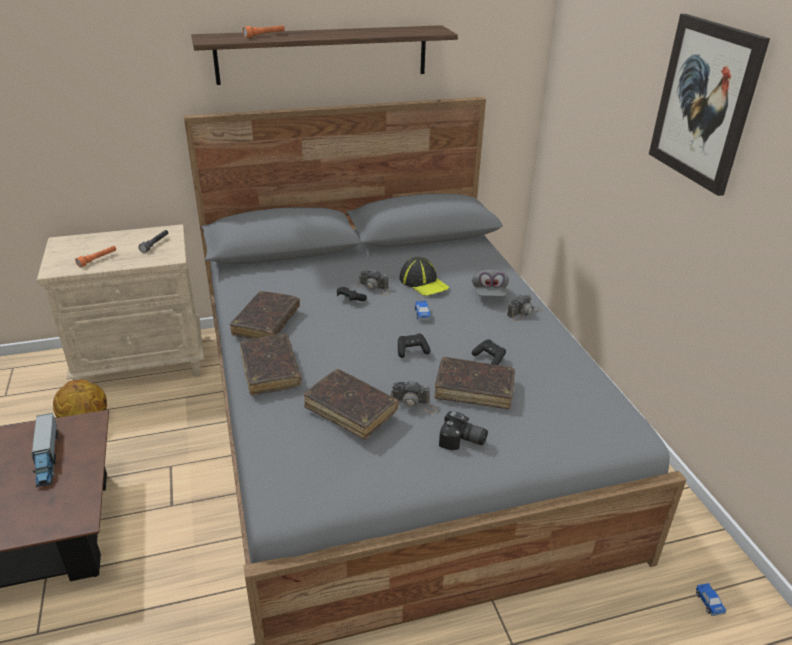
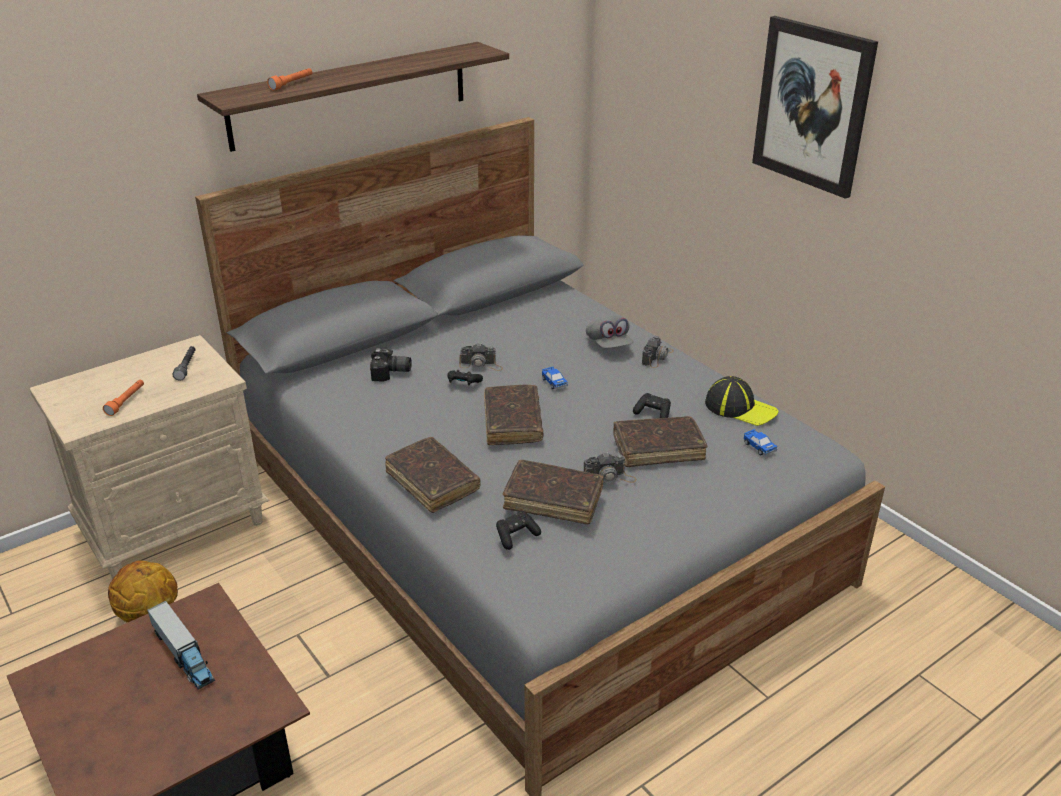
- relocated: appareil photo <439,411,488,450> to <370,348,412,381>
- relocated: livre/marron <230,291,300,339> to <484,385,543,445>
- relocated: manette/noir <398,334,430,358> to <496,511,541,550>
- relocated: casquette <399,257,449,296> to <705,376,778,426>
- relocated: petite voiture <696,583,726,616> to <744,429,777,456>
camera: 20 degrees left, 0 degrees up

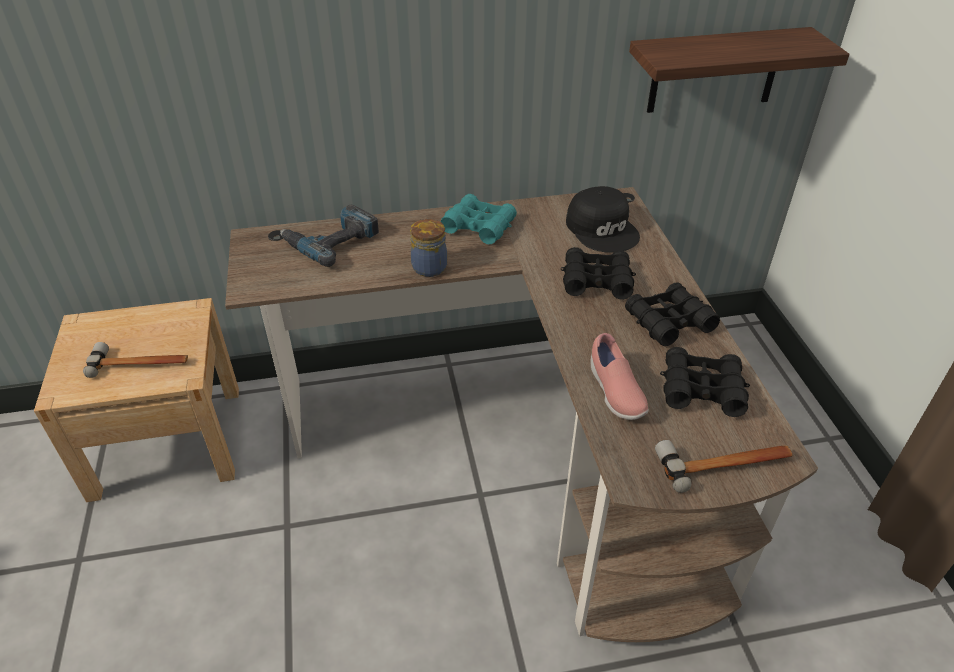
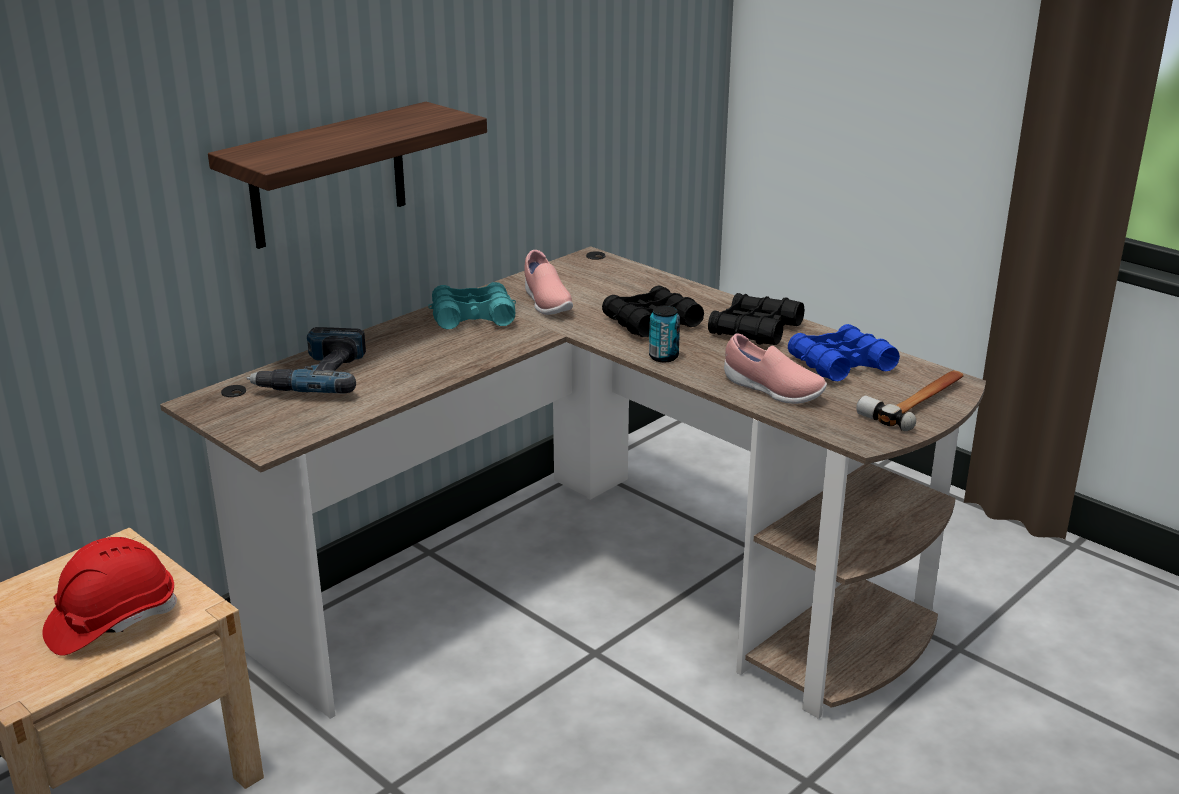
- exchanged: marteau <83,342,188,378> to casque de chantier/rouge <42,537,177,656>
- relocated: étagère <629,27,850,113> to <208,102,487,249>
- appeared: chaussure/rose <524,250,573,315>
- appeared: boîte métallique <649,306,680,362>
- colour: jumelles/noir <660,347,750,417> to jumelles/bleu <788,324,900,381>
- missing: bocal <410,219,447,277>
- missing: casquette/noir <566,186,640,253>
camera: 35 degrees left, 15 degrees down

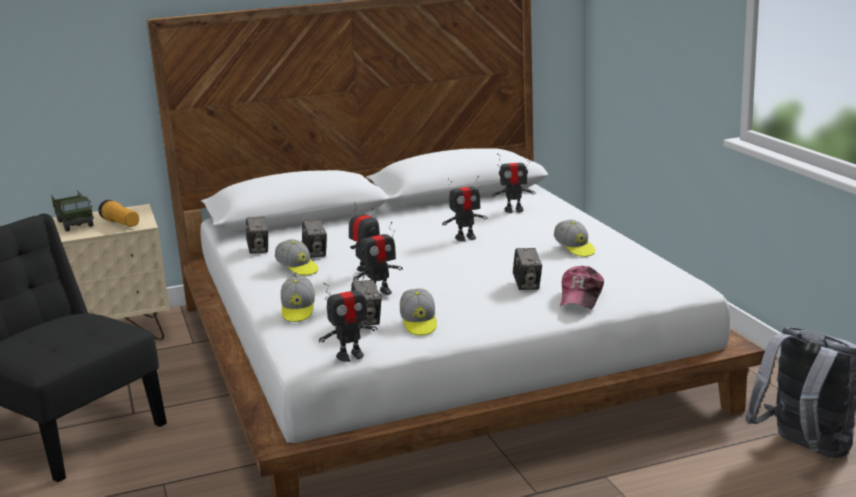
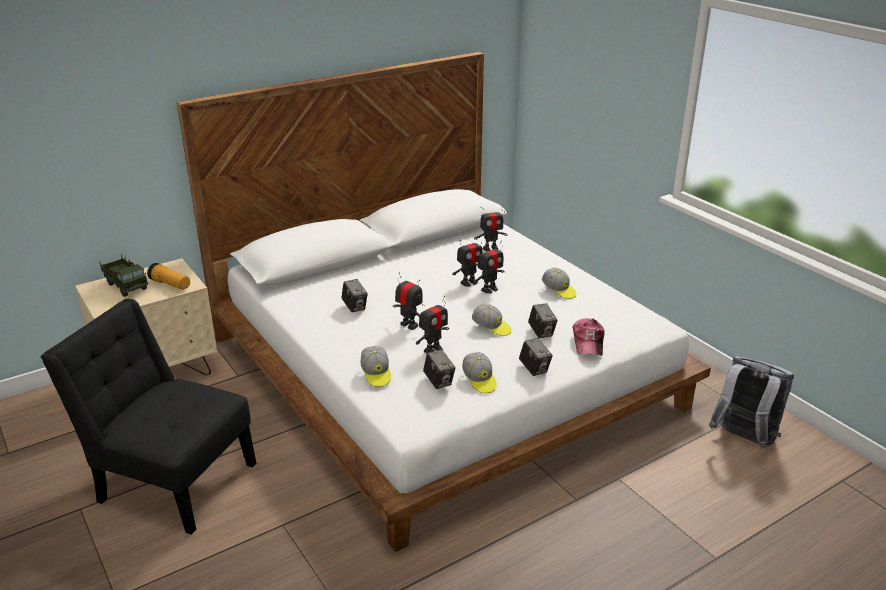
- relocated: casquette <275,239,318,276> to <472,304,512,336>
- relocated: robot jouet <319,277,378,362> to <474,241,505,294>
- relocated: appareil photo <246,217,268,254> to <519,338,553,376>
camera: 15 degrees left, 10 degrees up

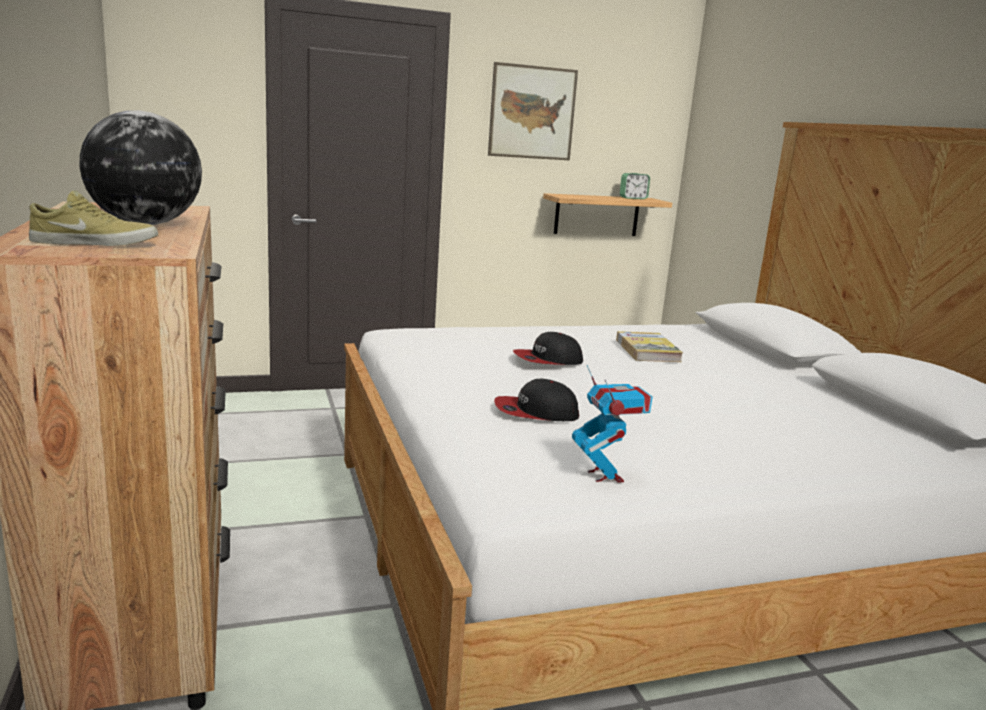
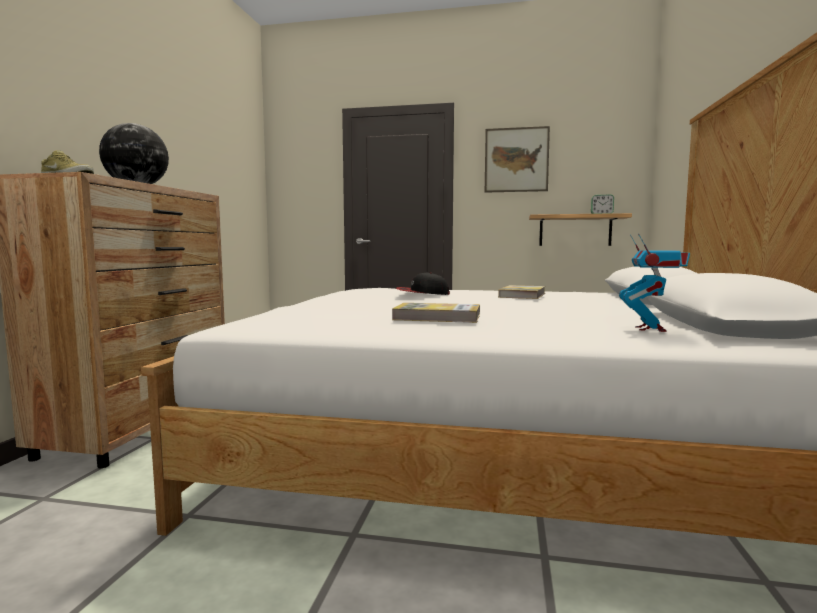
- appeared: livre <392,303,480,323>
- relocated: robot jouet <572,365,653,482> to <619,234,690,332>
- missing: casquette <494,379,579,421>
camera: 30 degrees right, 10 degrees down

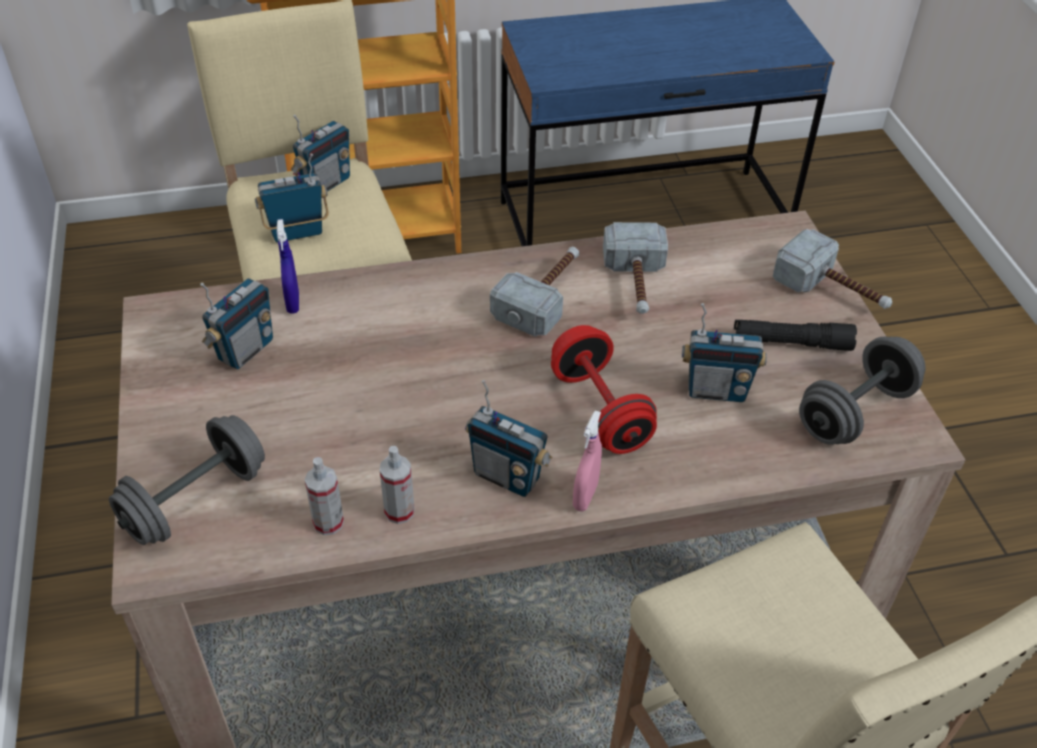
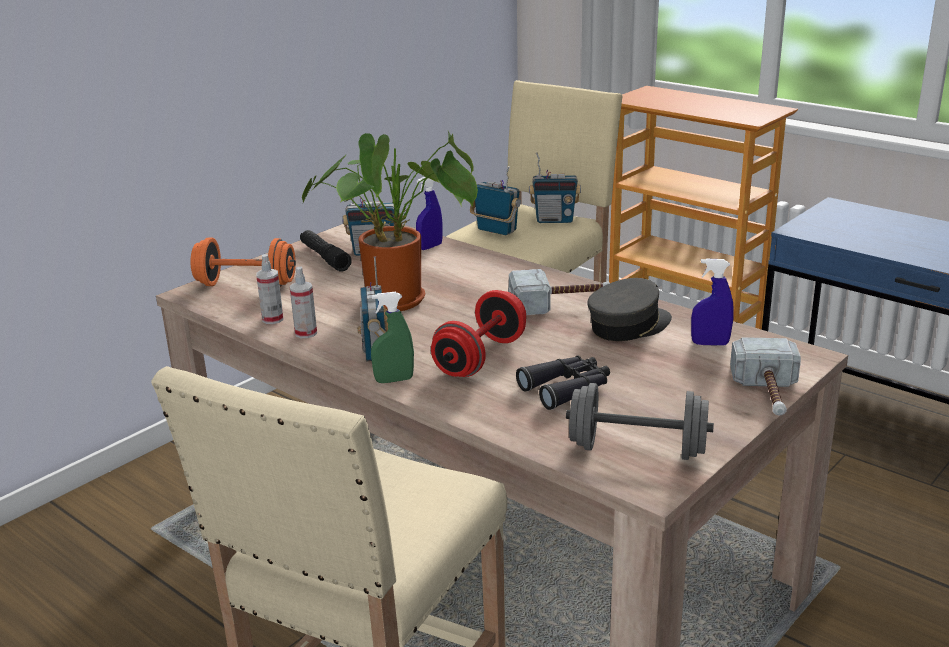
- colour: haltère/gris <109,415,265,545> to haltère/orange <190,238,296,287>
- relocated: lampe de poche/noir <734,320,857,351> to <300,230,352,272>
- appeared: plante en pot <302,131,478,311>
- colour: vaporisateur/rose <573,411,602,511> to vaporisateur/vert <371,292,414,383>
- exchanged: radio <682,303,767,402> to jumelles/noir <516,356,610,410>
- exchanged: marteau <603,222,668,314> to casquette/gris <587,278,672,341>
- appeared: vaporisateur/bleu <691,258,734,345>
camera: 55 degrees right, 20 degrees down

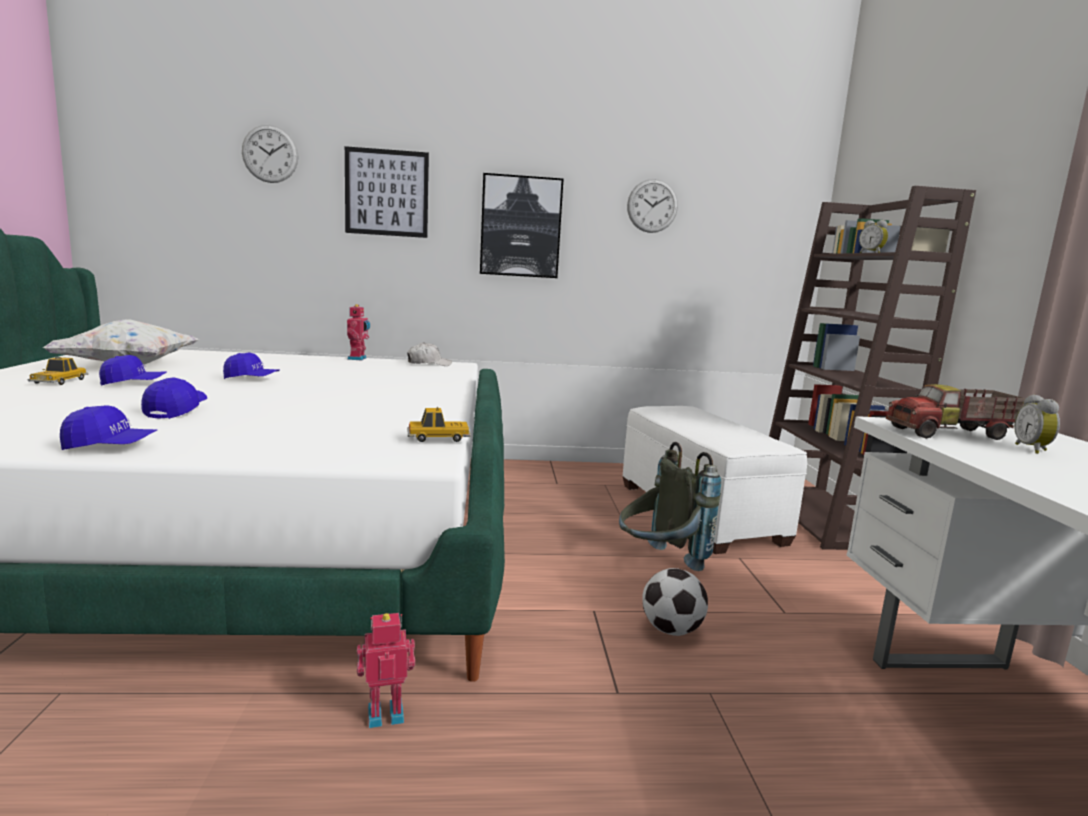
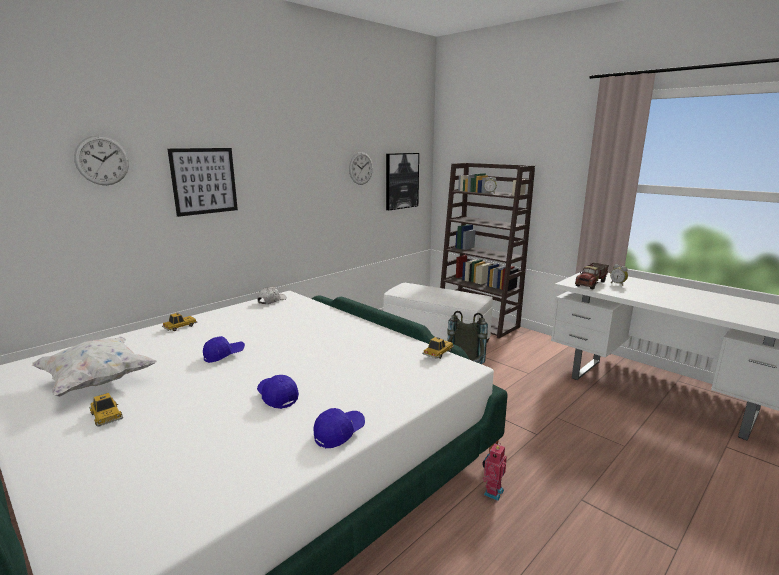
- appeared: petite voiture <162,313,197,331>
- relocated: tableau <480,173,563,278> to <386,153,419,210>
- missing: casquette/bleu <99,355,167,386>
- missing: robot jouet <347,304,370,360>
- missing: ballon de foot <642,568,708,636>
camera: 40 degrees left, 5 degrees up

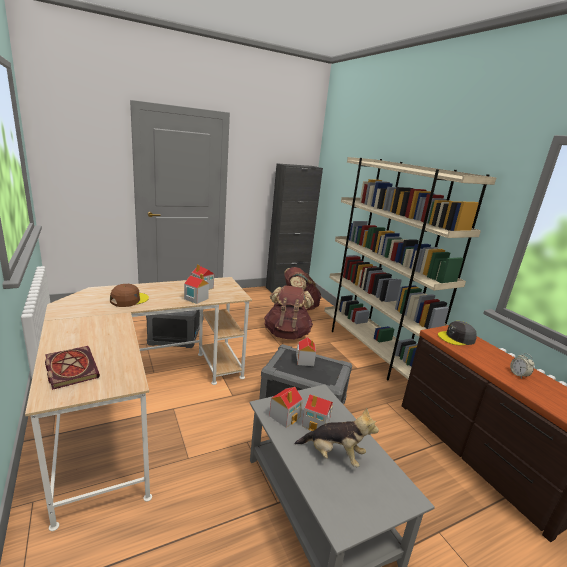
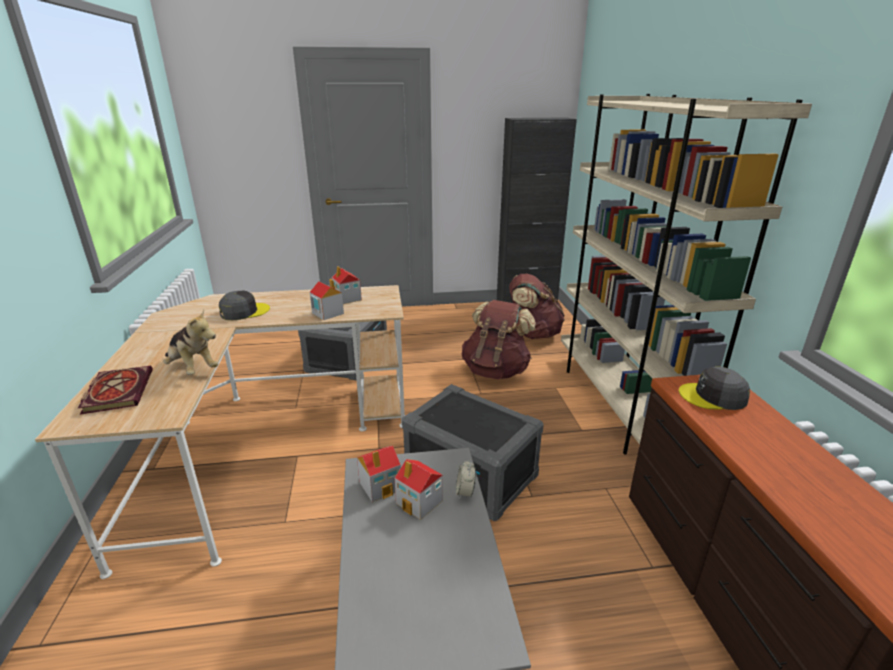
- relocated: peluche <294,407,379,467> to <163,309,218,375>
- colour: casquette/marron <110,284,149,307> to casquette/gris <219,291,270,320>
- relocated: réveil <510,353,534,379> to <456,460,476,499>
- missing: maison miniature <296,337,316,366>
camera: 20 degrees right, 5 degrees up

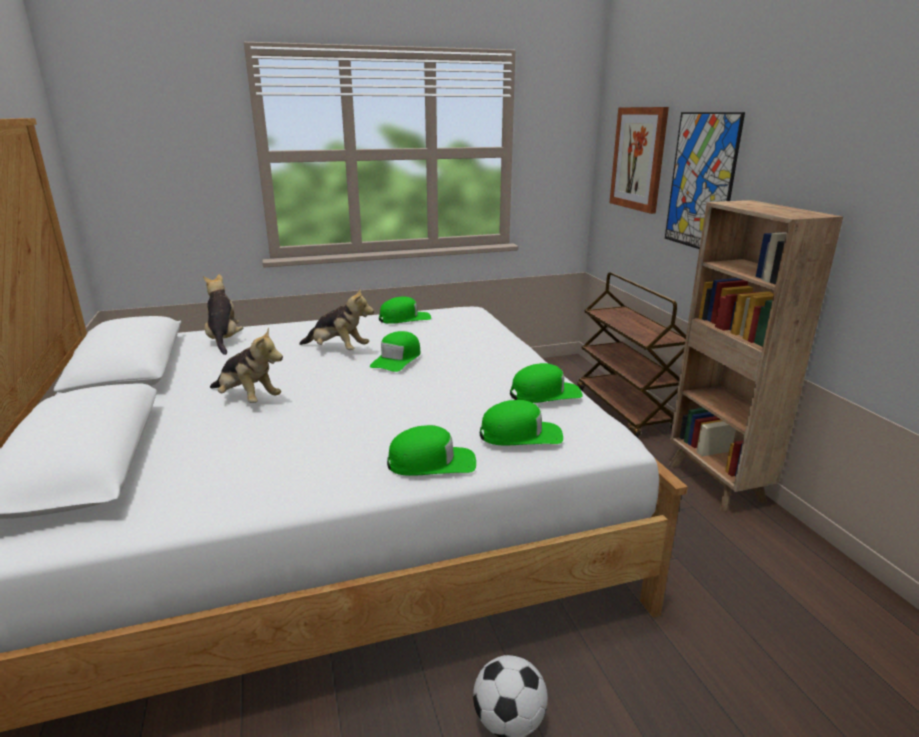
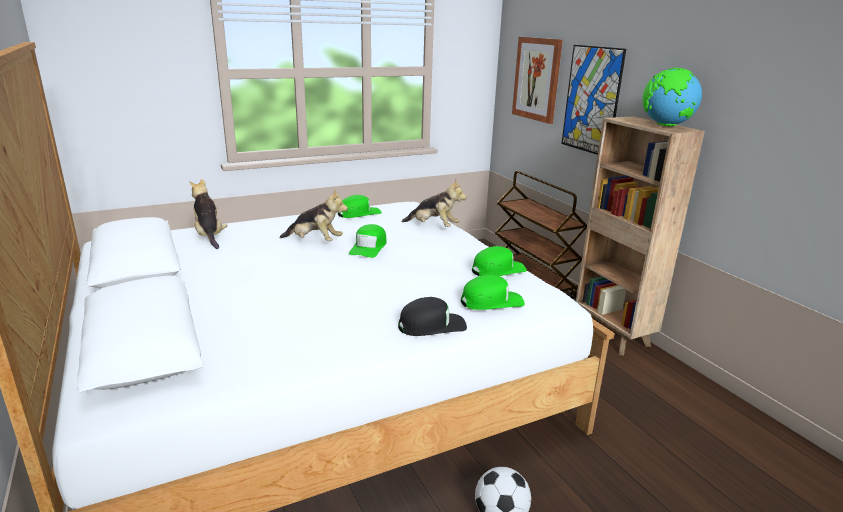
- colour: casquette/vert <387,425,476,476> to casquette/noir <398,297,467,336>
- relocated: peluche <210,327,283,403> to <402,180,466,227>
- appeared: globe <643,68,702,126>
camera: 10 degrees left, 0 degrees up

